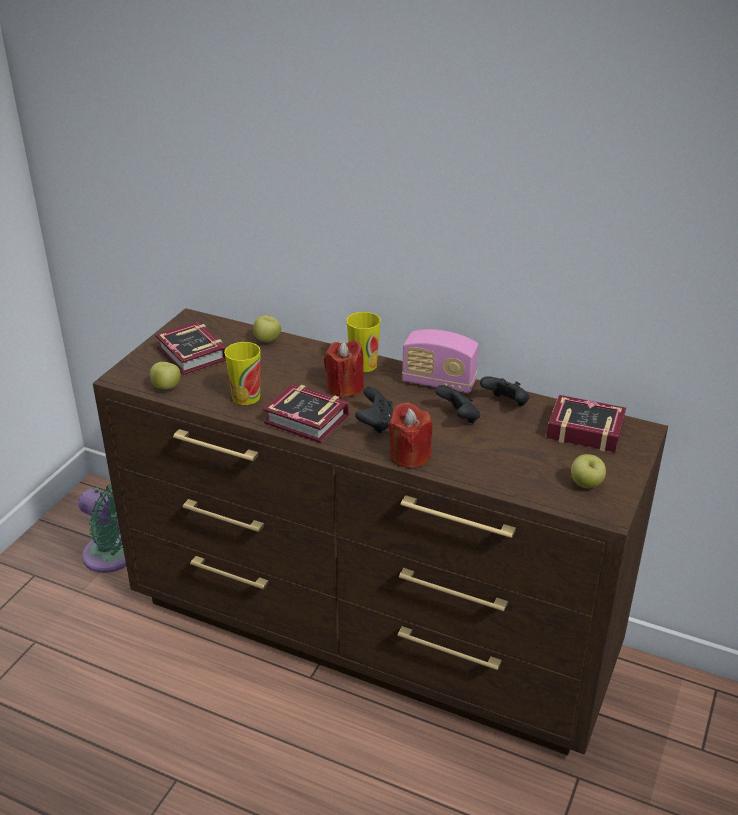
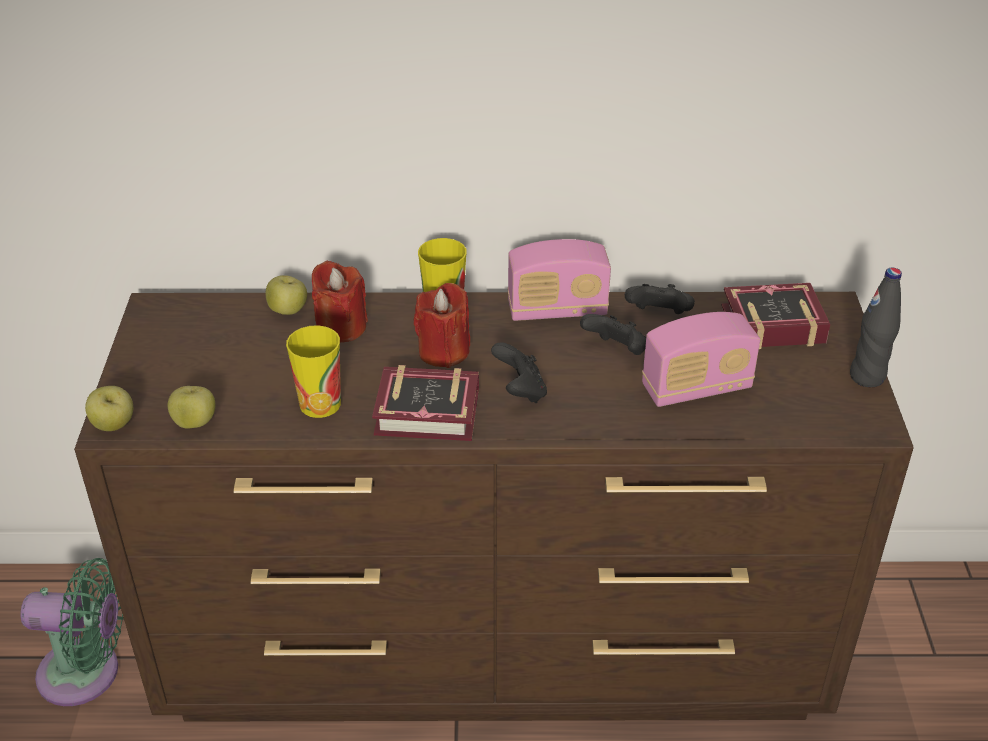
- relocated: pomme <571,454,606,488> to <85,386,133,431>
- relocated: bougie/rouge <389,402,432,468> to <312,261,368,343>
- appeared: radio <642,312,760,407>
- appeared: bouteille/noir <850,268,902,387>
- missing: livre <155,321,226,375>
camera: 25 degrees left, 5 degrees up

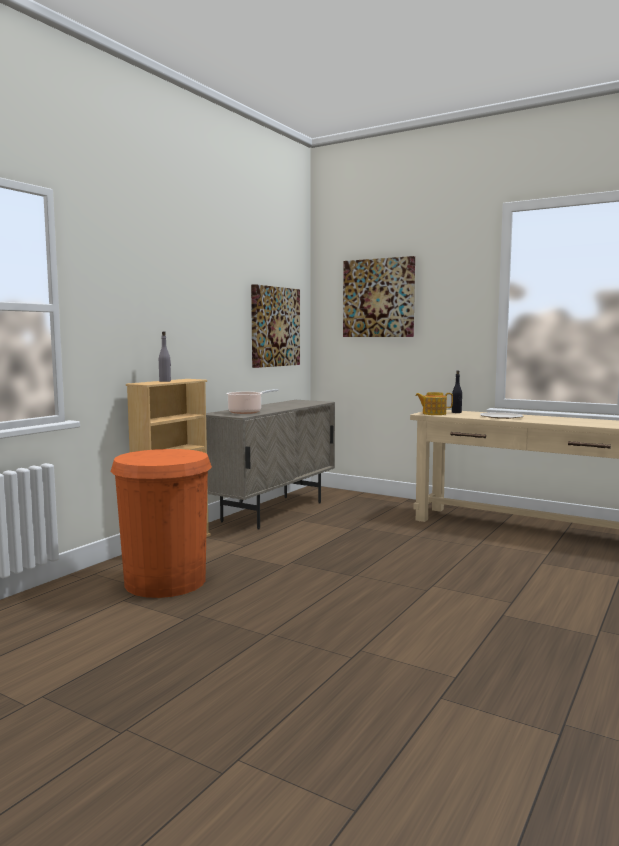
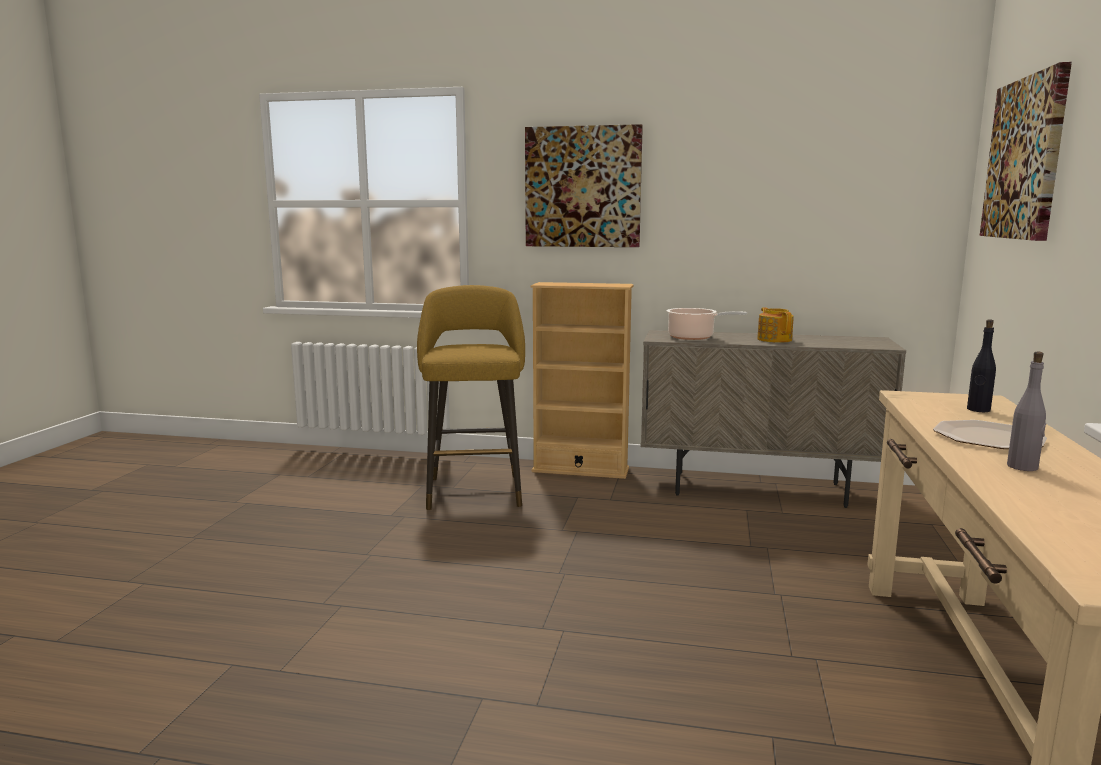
- exchanged: poubelle/orange <111,449,212,598> to tabouret/jaune <417,285,525,510>
- relocated: tableau <251,284,300,368> to <525,124,643,247>
- relocated: théière <415,392,453,415> to <757,307,794,343>
- relocated: bouteille/gris <159,331,171,382> to <1007,352,1047,471>
camera: 70 degrees right, 5 degrees up

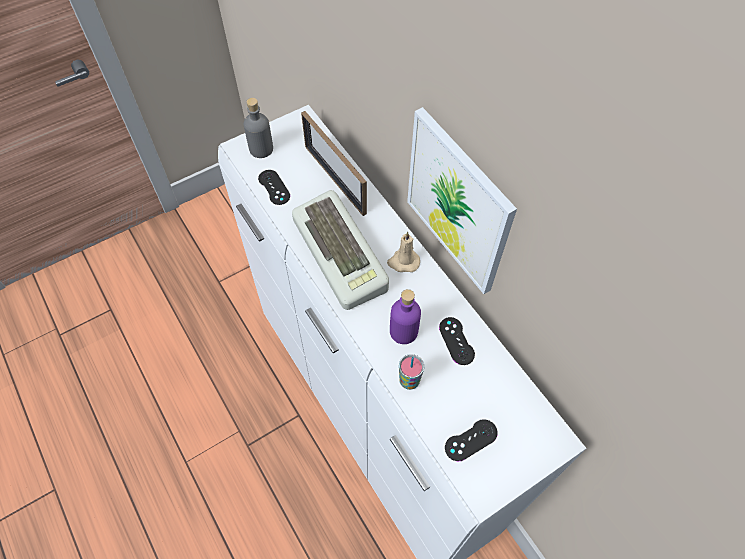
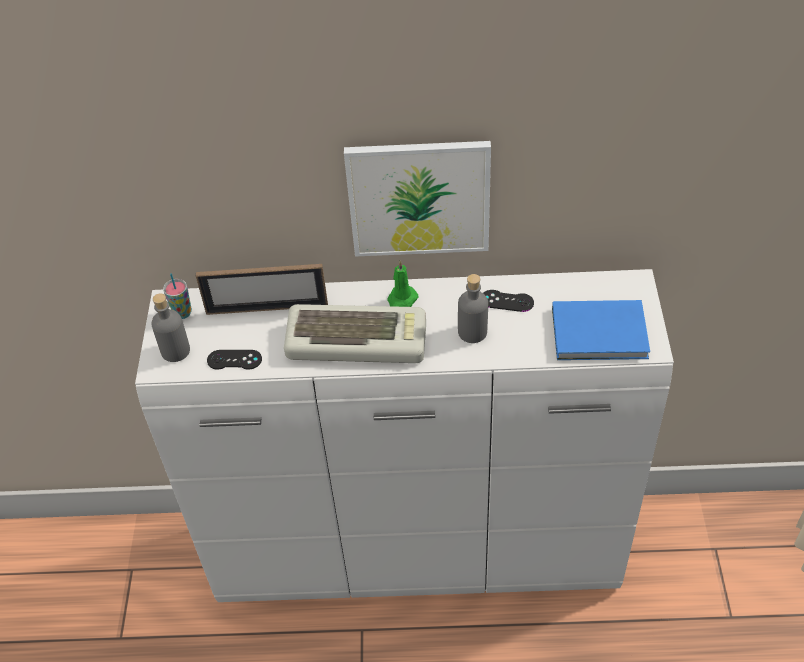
- relocated: tasse <399,354,424,390> to <163,273,192,319>
- colour: bougie/beige <387,232,420,272> to bougie/vert <387,260,418,307>
- colour: bouteille/violet <390,289,421,344> to bouteille/gris <458,274,488,343>
- exchanged: manette/noir <445,419,498,461> to livre/bleu <552,300,650,360>
camera: 55 degrees left, 10 degrees down

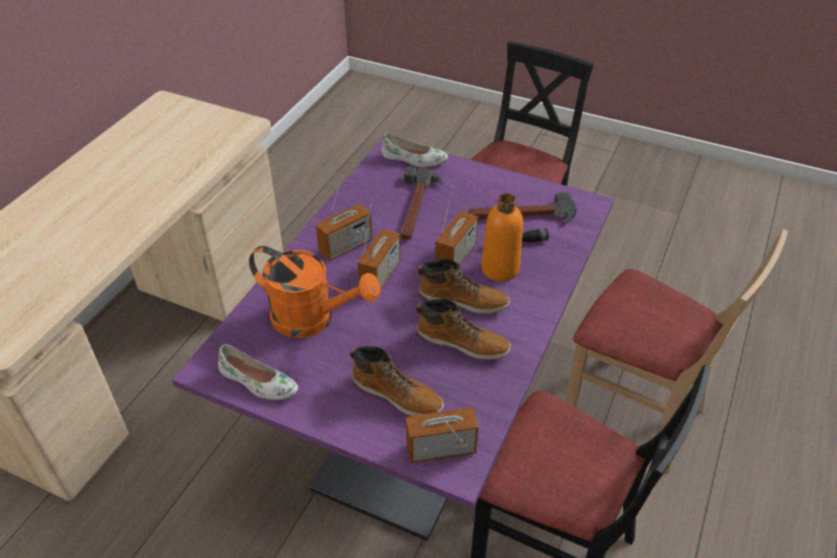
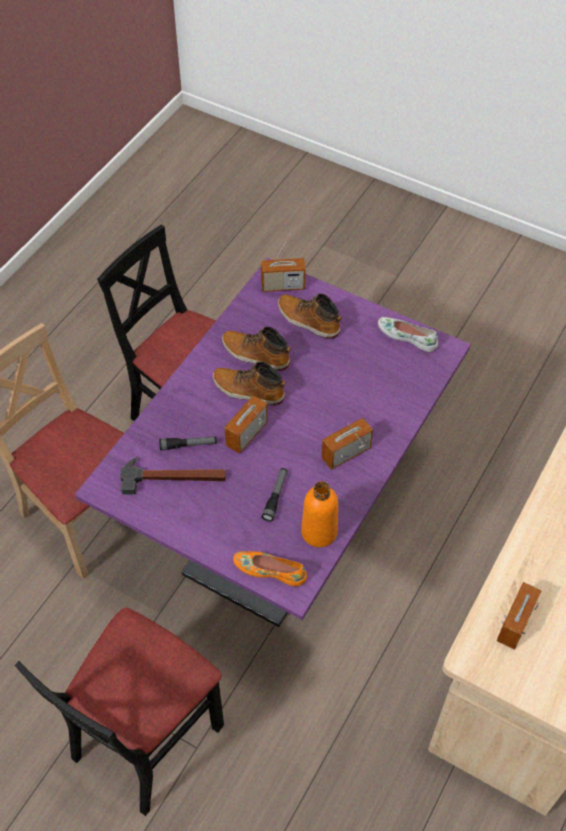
- colour: chaussure/blanc <381,133,448,167> to chaussure/orange <233,551,307,586>
- exchanged: marteau <401,167,443,240> to lampe de poche <262,468,287,522>
- relocated: bouteille/orange <481,193,523,281> to <301,481,338,547>
- relocated: radio <357,205,400,290> to <497,582,541,650>
- missing: arrosoir/orange <249,246,381,338>
camera: 175 degrees left, 10 degrees up

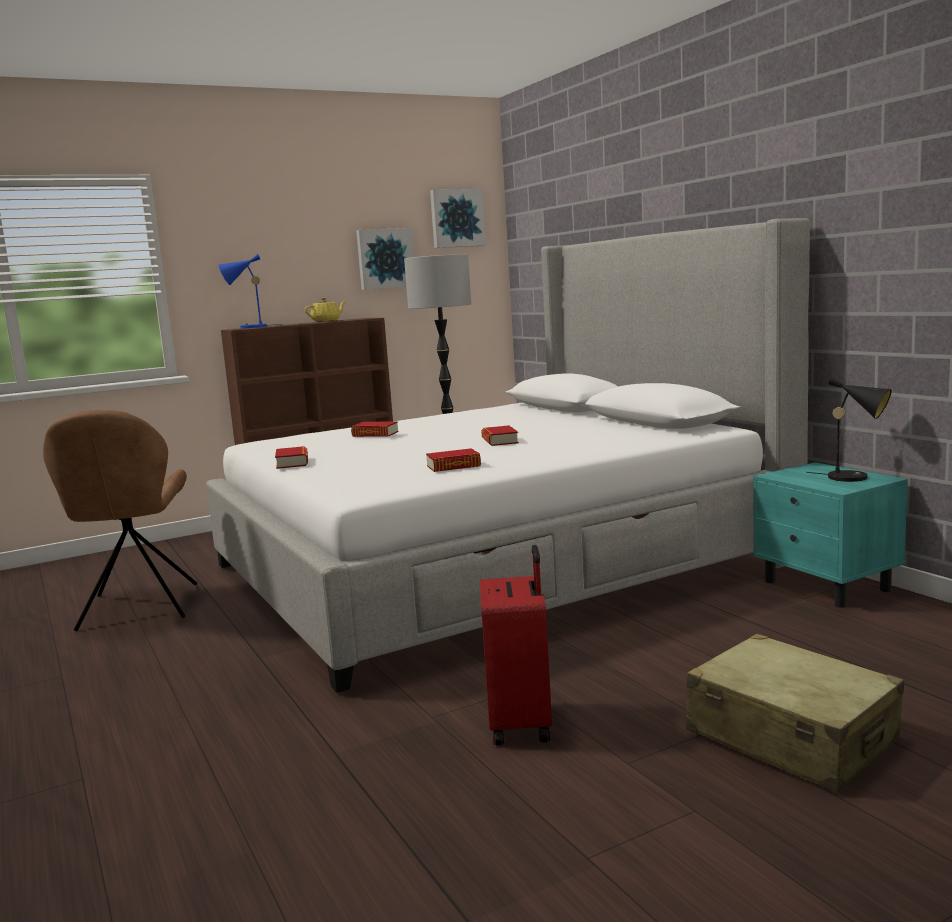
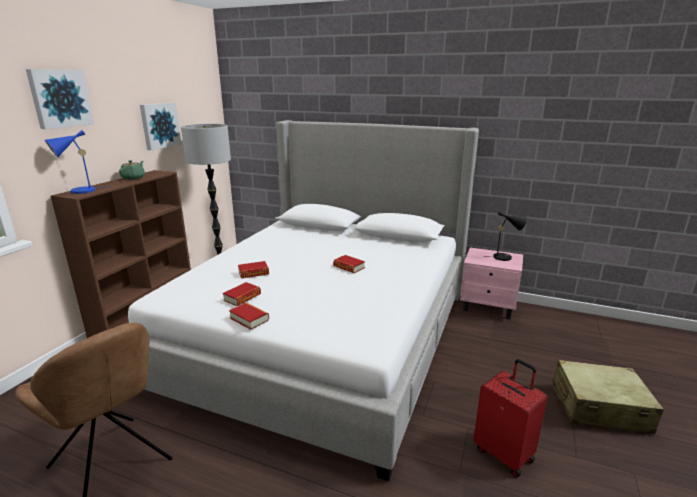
- relocated: tableau <430,189,486,248> to <26,69,94,129>
- colour: théière/jaune <304,298,346,322> to théière/vert <119,160,145,180>
- relocated: livre <426,448,481,472> to <223,282,261,306>
- colour: table de chevet/turquoise <753,462,908,608> to table de chevet/rose <460,247,523,319>
camera: 40 degrees left, 10 degrees up

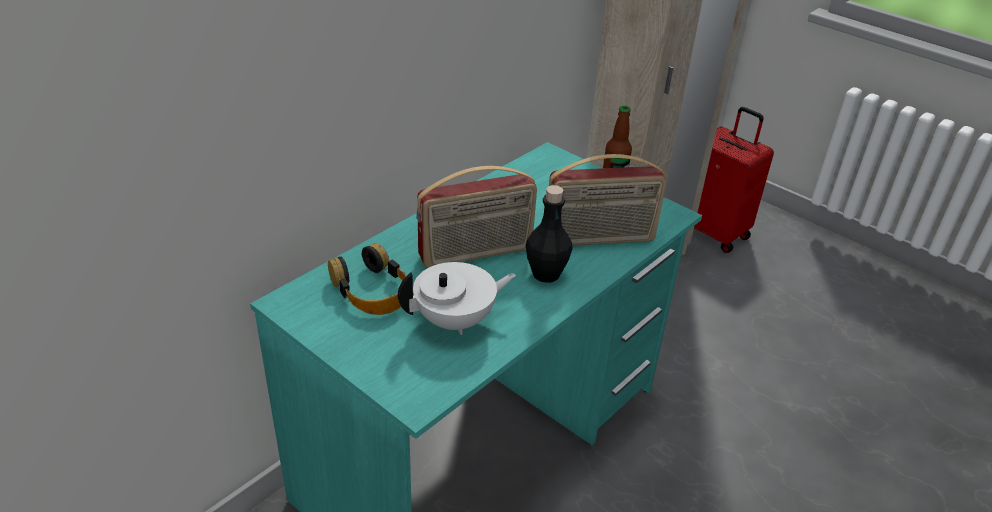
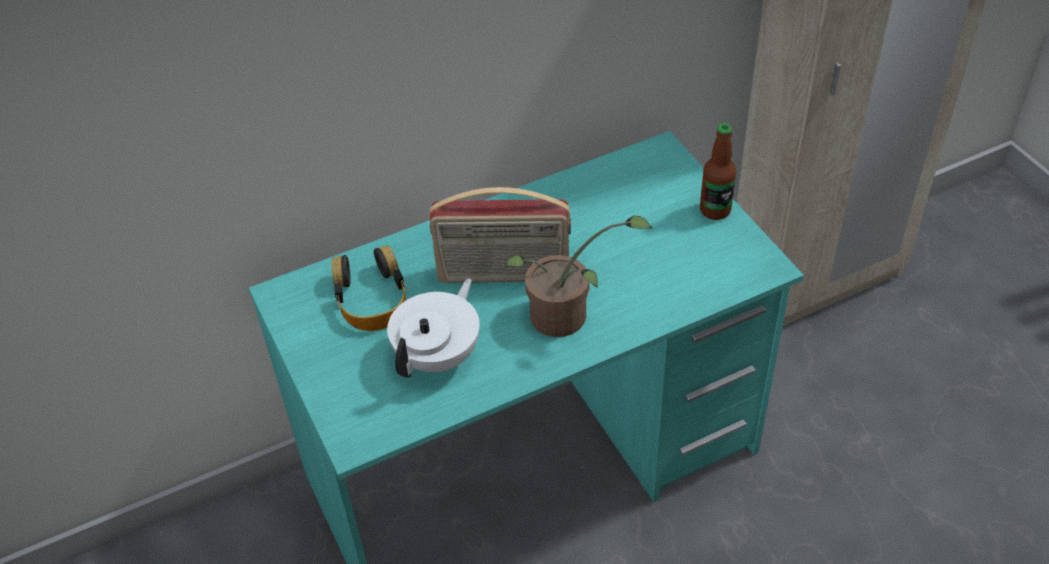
- spun: théière/blanc <398,262,516,335> = <387,278,480,378> 60 degrees counterclockwise
- exchanged: bouteille/noir <526,185,573,283> to plante en pot <504,215,653,337>
- missing: radio <549,154,666,246>
- missing: valise/rouge <694,107,774,253>
camera: 25 degrees right, 10 degrees up

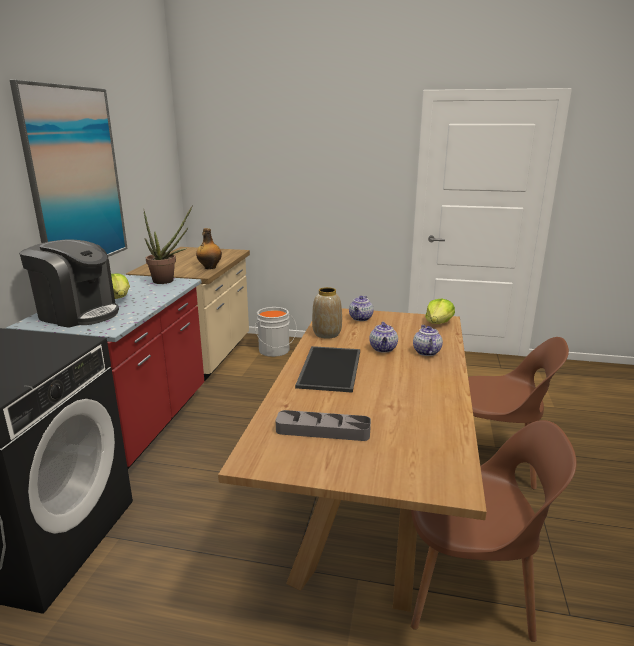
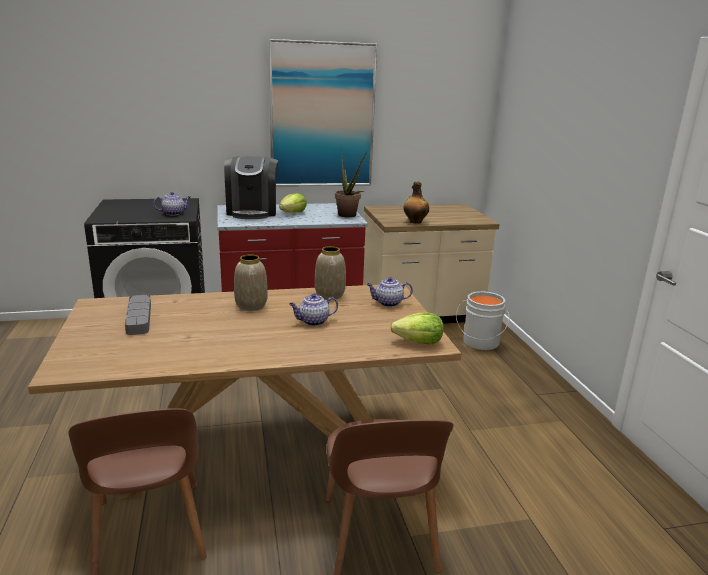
- relocated: théière <413,325,443,356> to <153,192,191,215>
- exchanged: plateau <295,346,360,393> to vase <234,254,268,311>
camera: 65 degrees right, 0 degrees up

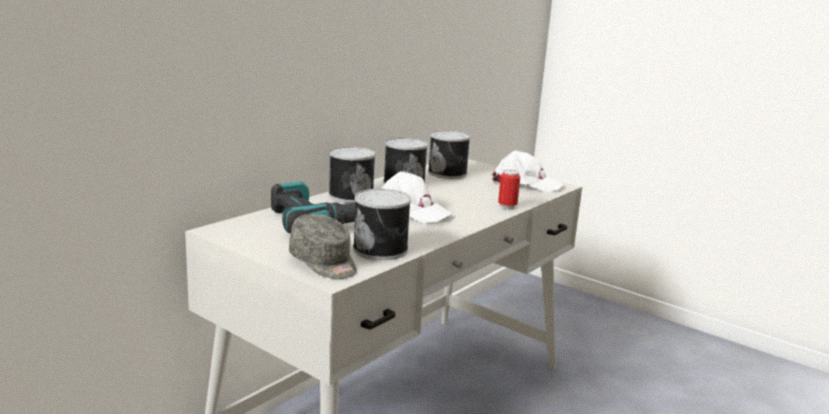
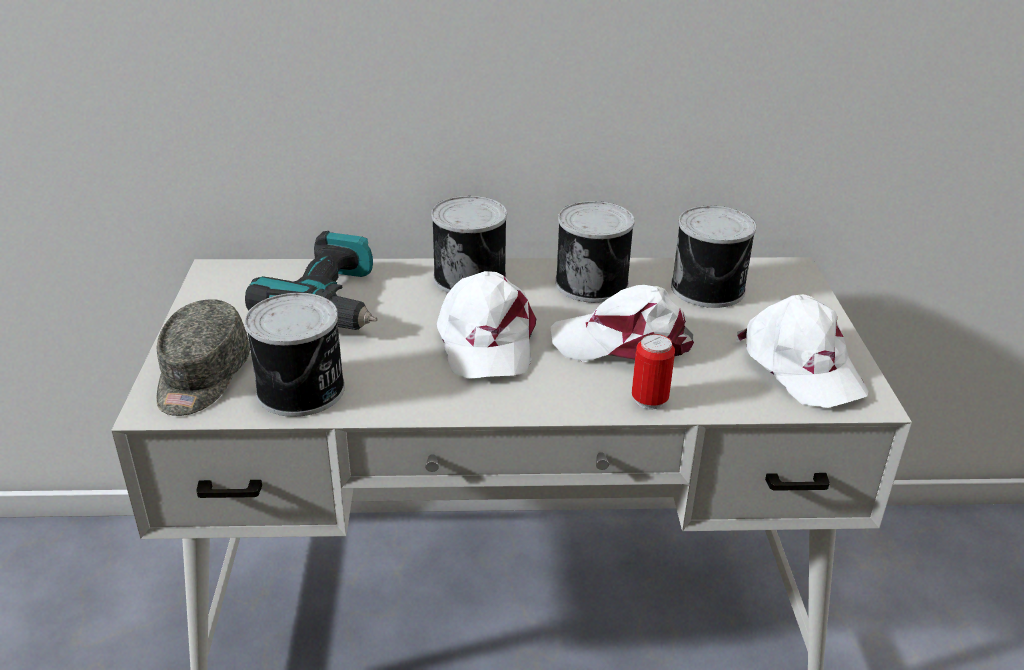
- appeared: casquette/blanc <550,285,694,362>
camera: 50 degrees right, 15 degrees up

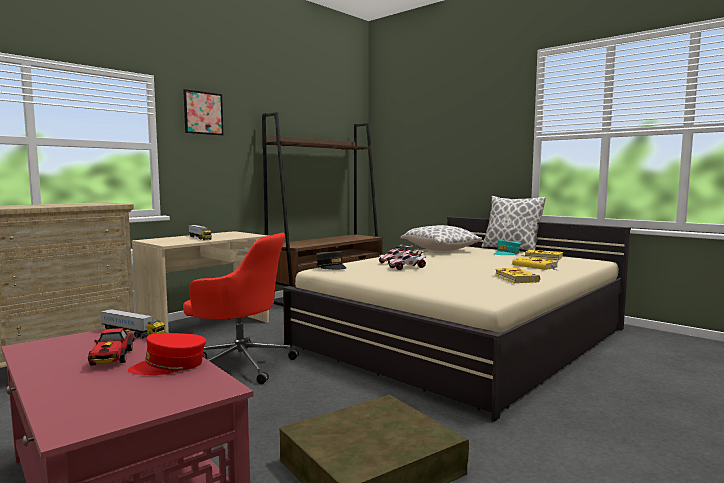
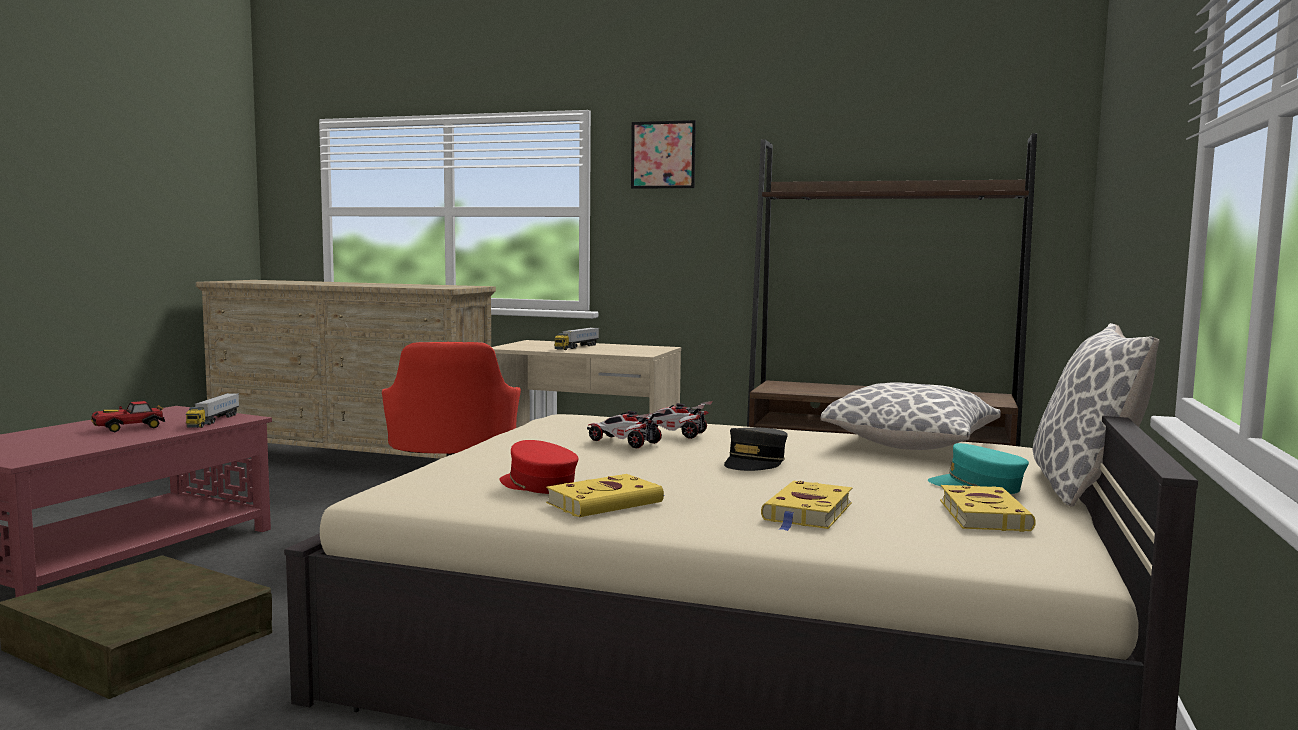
- relocated: casquette/rouge <128,333,206,375> to <500,440,578,494>
- relocated: casquette/gris <316,251,346,270> to <724,428,788,471>
camera: 65 degrees right, 0 degrees up

